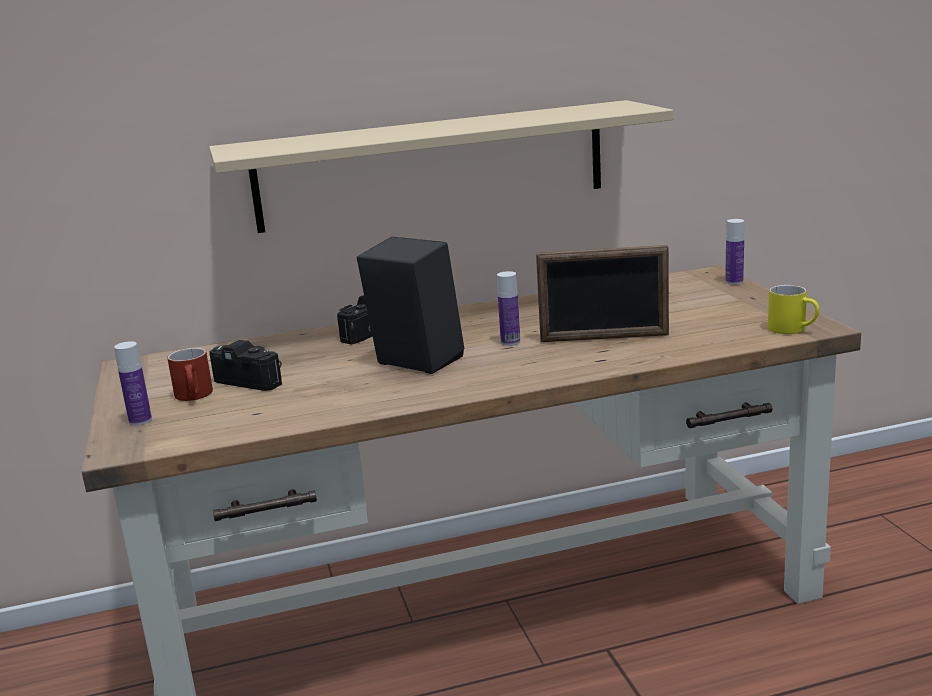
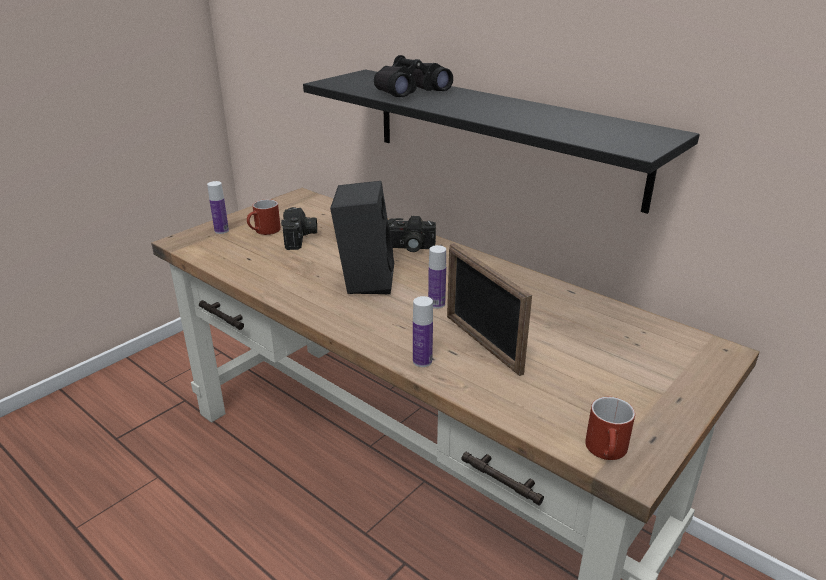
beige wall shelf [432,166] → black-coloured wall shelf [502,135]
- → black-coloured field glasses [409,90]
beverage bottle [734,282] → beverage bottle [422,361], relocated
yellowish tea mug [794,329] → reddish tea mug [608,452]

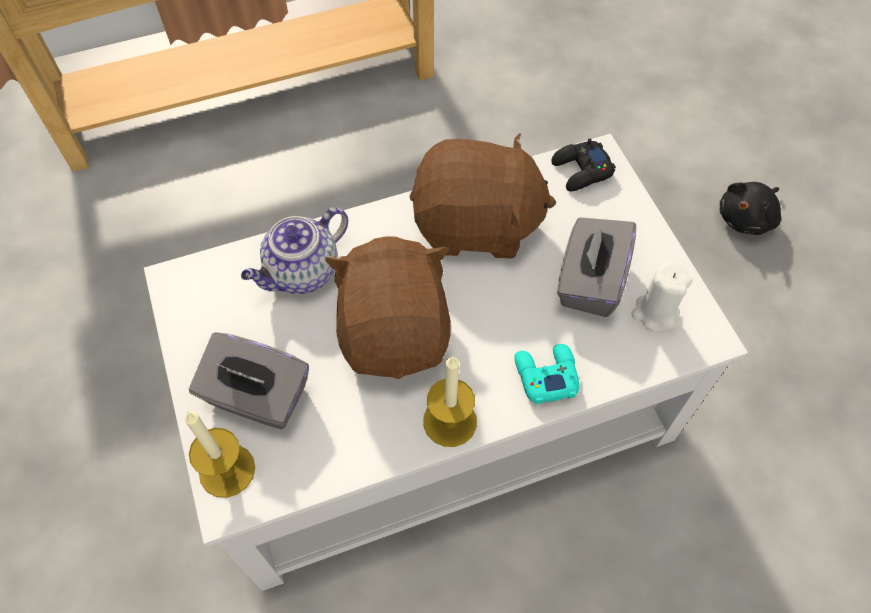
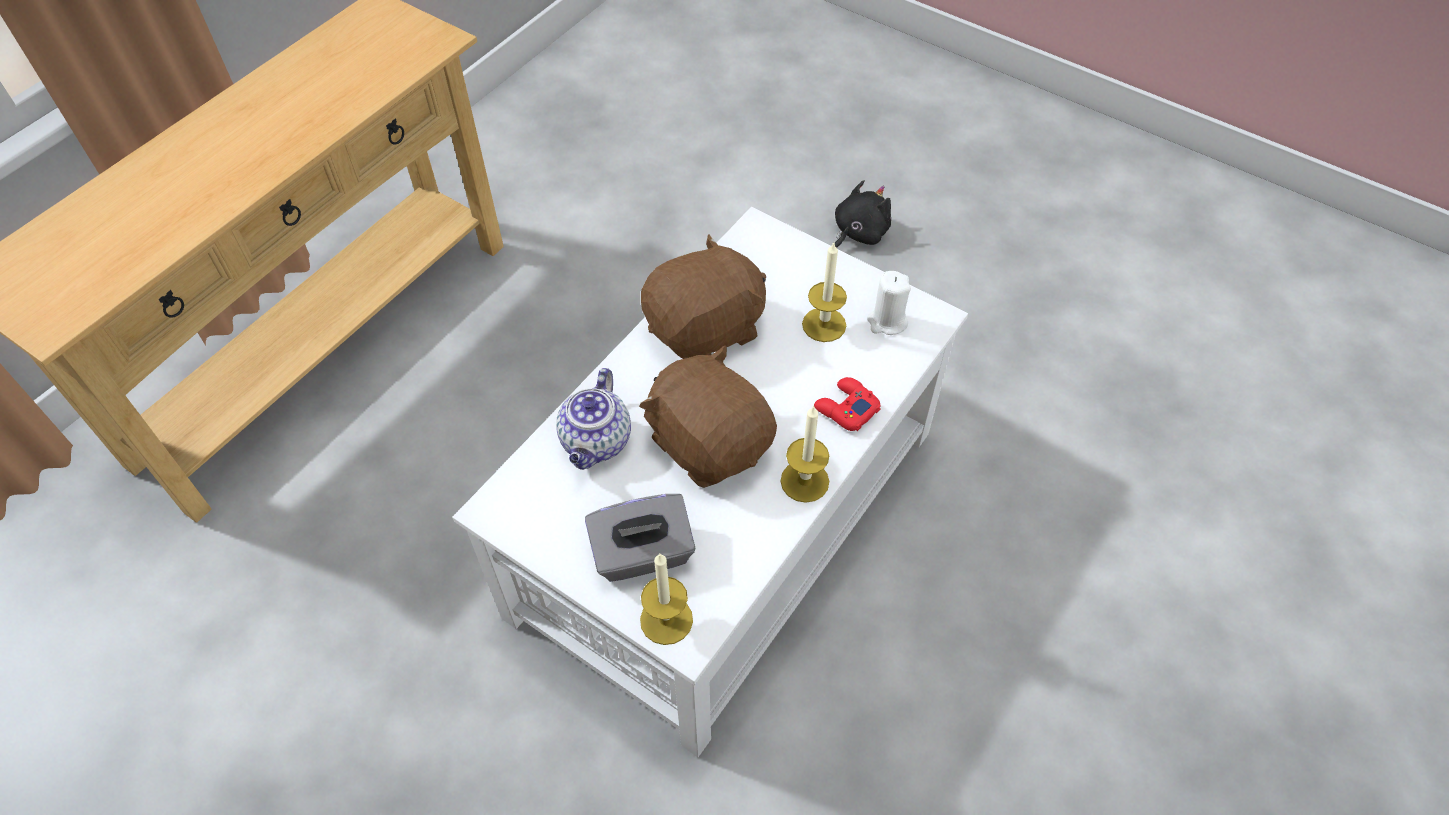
grey tissue box [589,281] → candle [824,324]
turquoise-coloured gamepad [545,375] → reddish gamepad [846,408]
black-coloured plush toy [746,218] → black-coloured plush toy [858,233], 150 degrees counterclockwise
black-coloured gamepad [581,171] → -

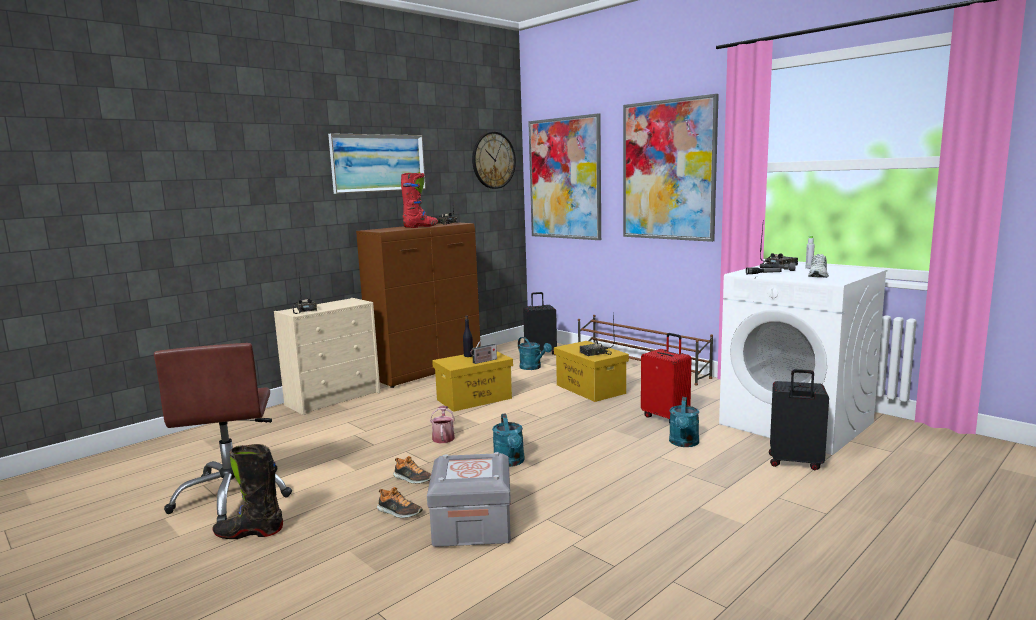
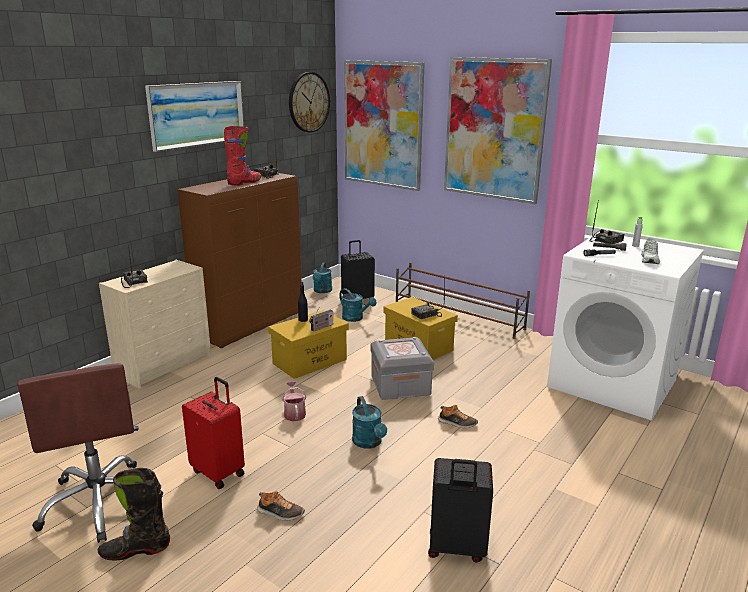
reddish suitcase [666,417] → reddish suitcase [219,472], relocated
turquoise-coloured watering pot [684,443] → turquoise-coloured watering pot [322,291], relocated
grey storage box [472,525] → grey storage box [400,385], relocated
black-coloured suitcase [795,463] → black-coloured suitcase [456,549], relocated
low shoe [412,479] → low shoe [457,423], relocated

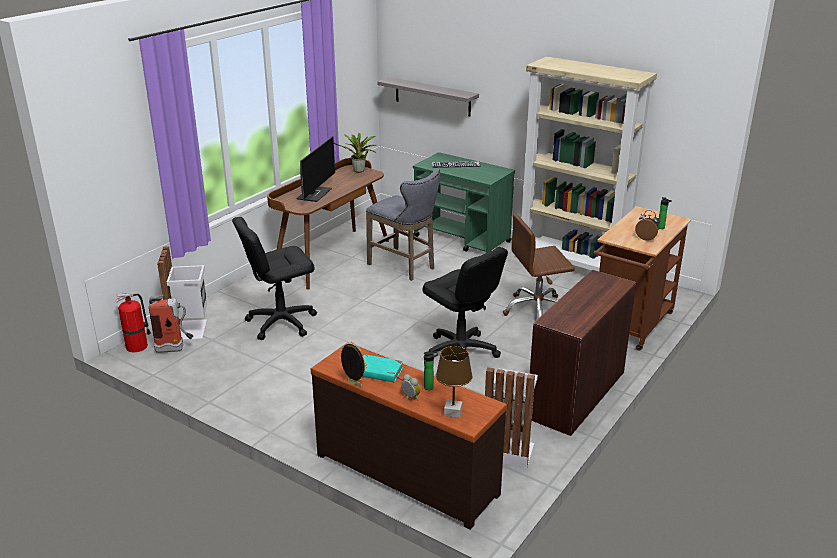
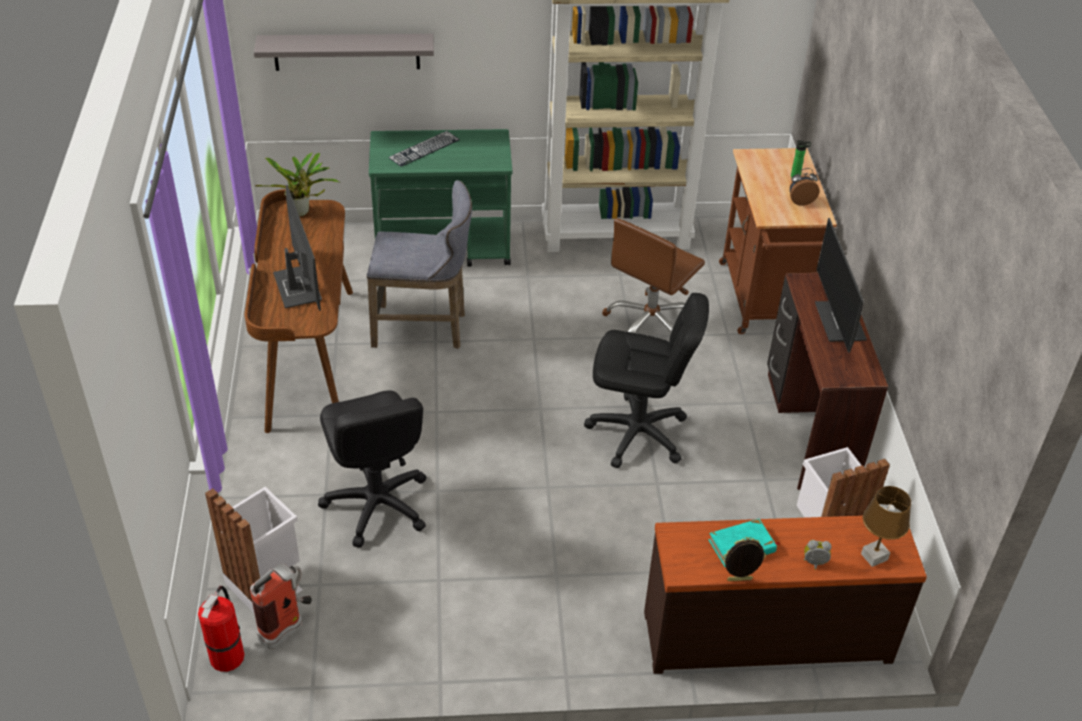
black-coloured desk chair [281,322] → black-coloured desk chair [376,505], 45 degrees counterclockwise
- → monitor [840,323]
beverage bottle [430,387] → -

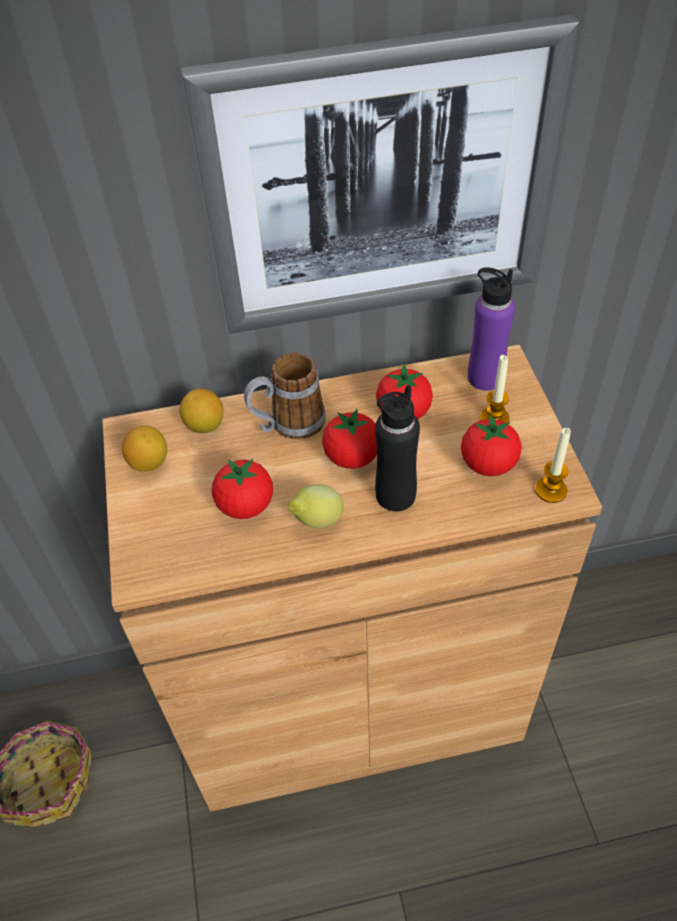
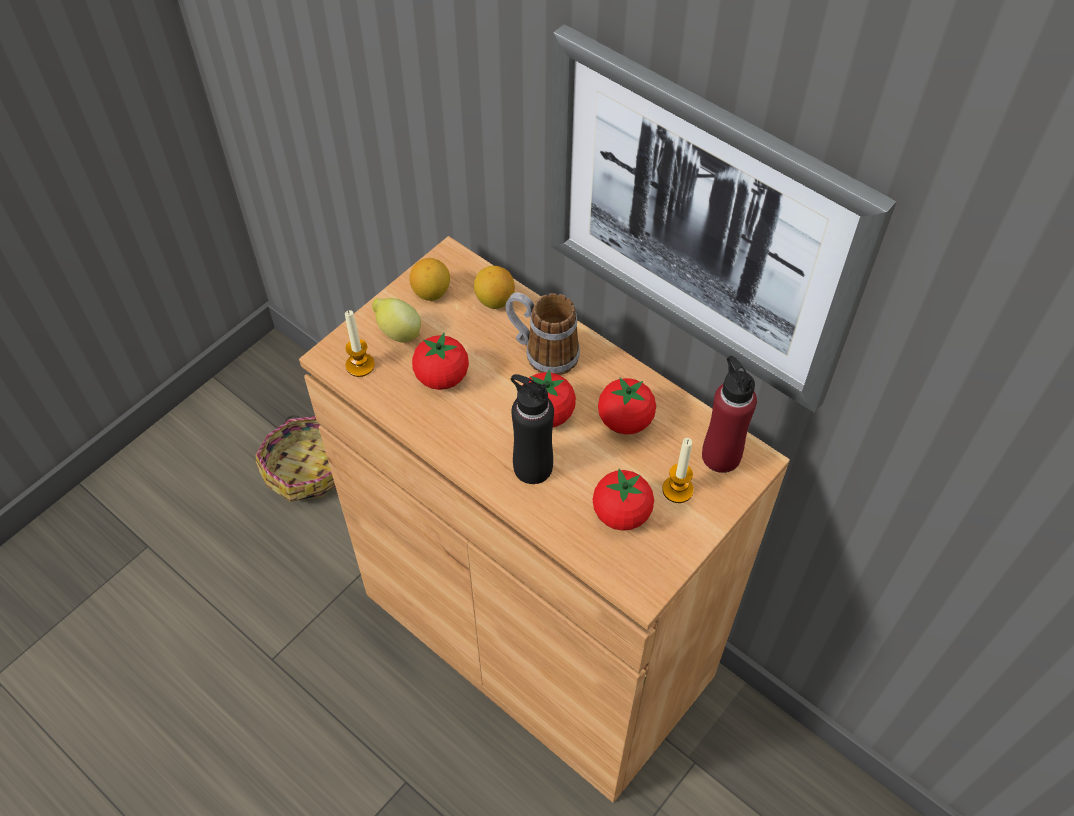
candle [551,490] → candle [360,365], relocated
whole lemon [316,521] → whole lemon [398,333], relocated
purple beverage bottle [485,377] → reddish beverage bottle [721,456]

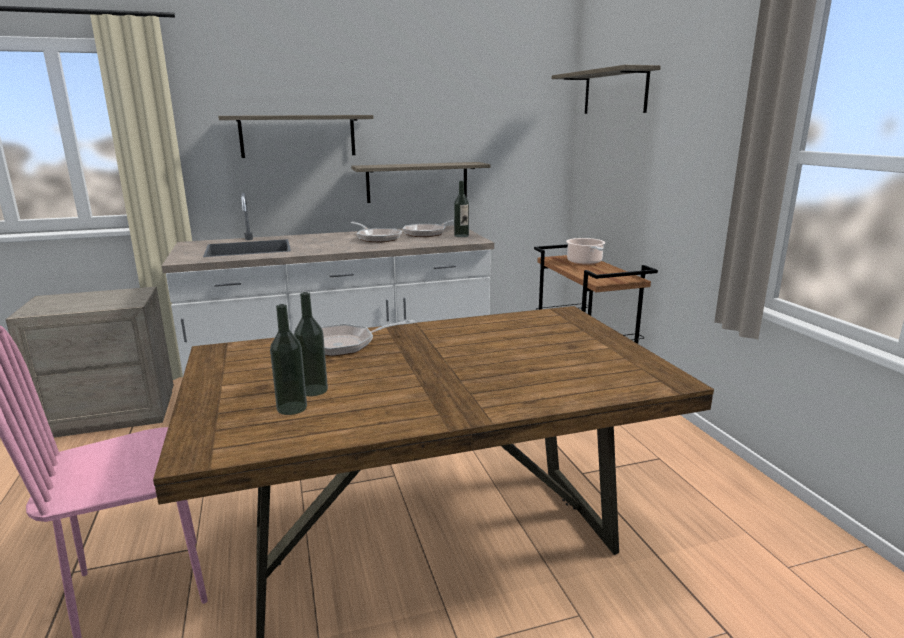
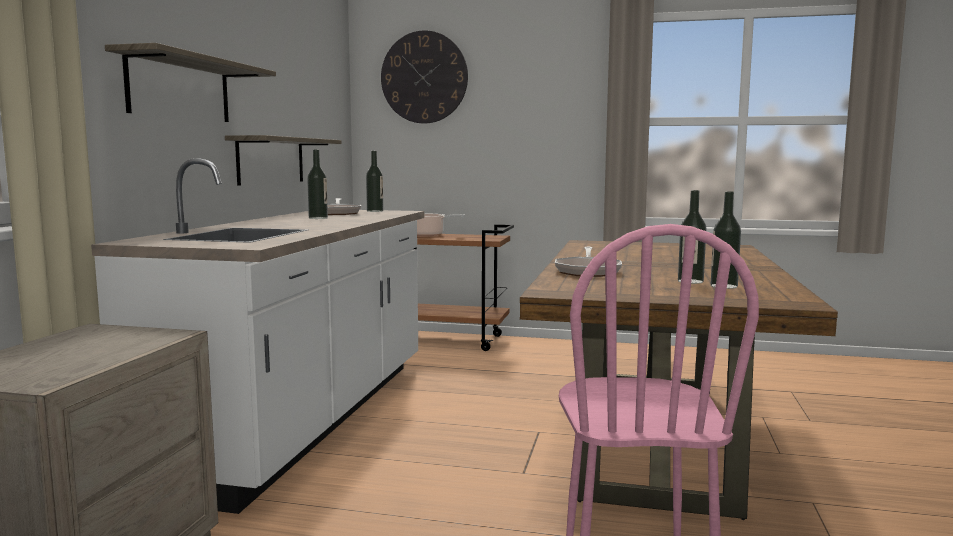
skillet [377,238] → beverage bottle [318,218]
wall shelf [615,92] → hanging clock [424,77]

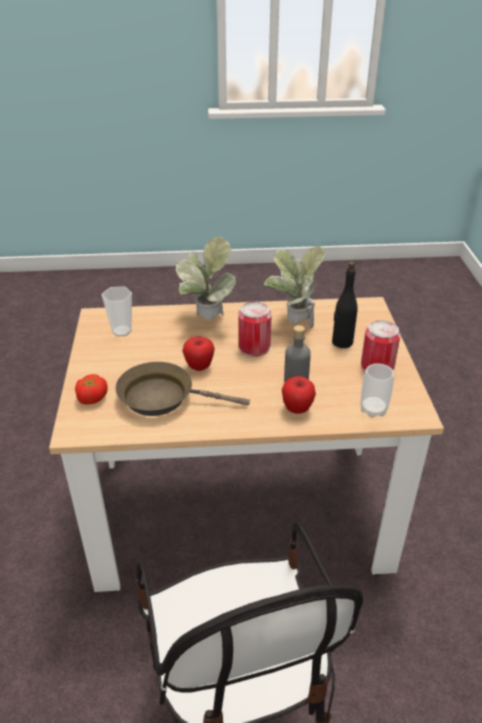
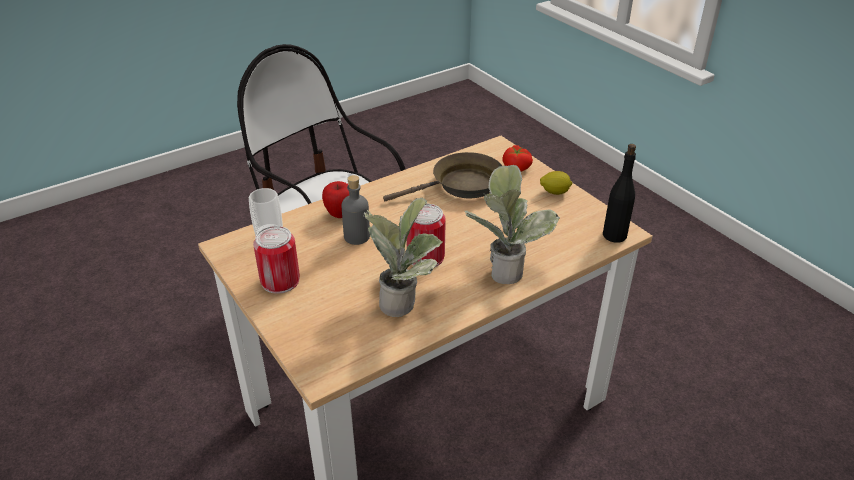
- → whole lemon [554,192]
black-coloured beverage bottle [342,342] → black-coloured beverage bottle [615,235], relocated
small cup [121,331] → -
apple fruit [199,367] → -

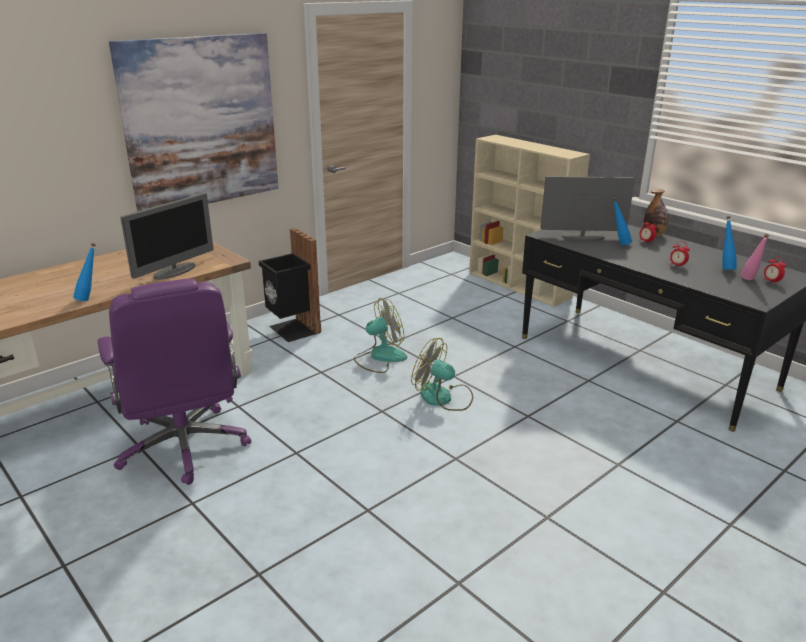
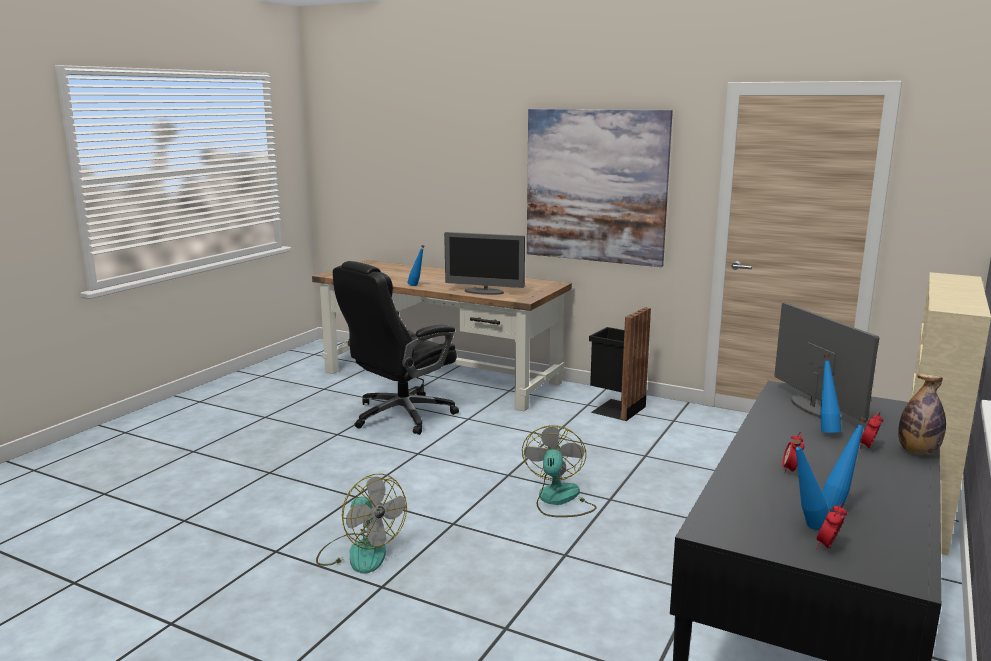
electric fan [380,357] → electric fan [360,552], relocated
purple desk chair [184,447] → black-coloured desk chair [400,415]
pinkish beverage bottle [750,281] → blue-coloured beverage bottle [805,527]

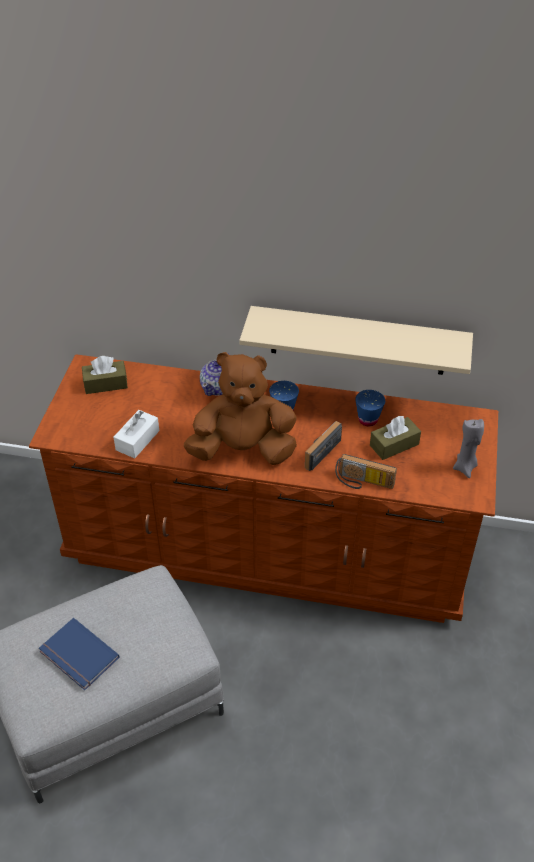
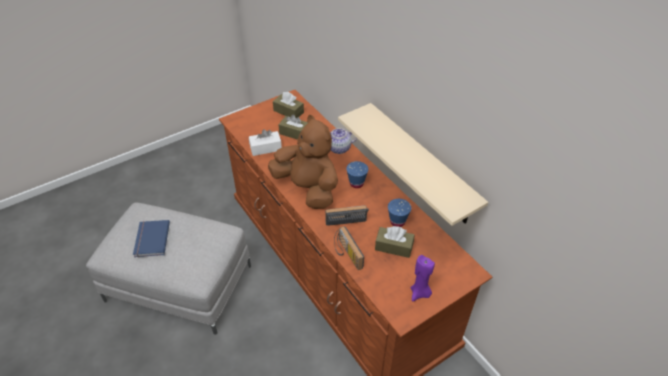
- → brown tissue box [295,133]
grey candle [465,467] → purple candle [420,293]

